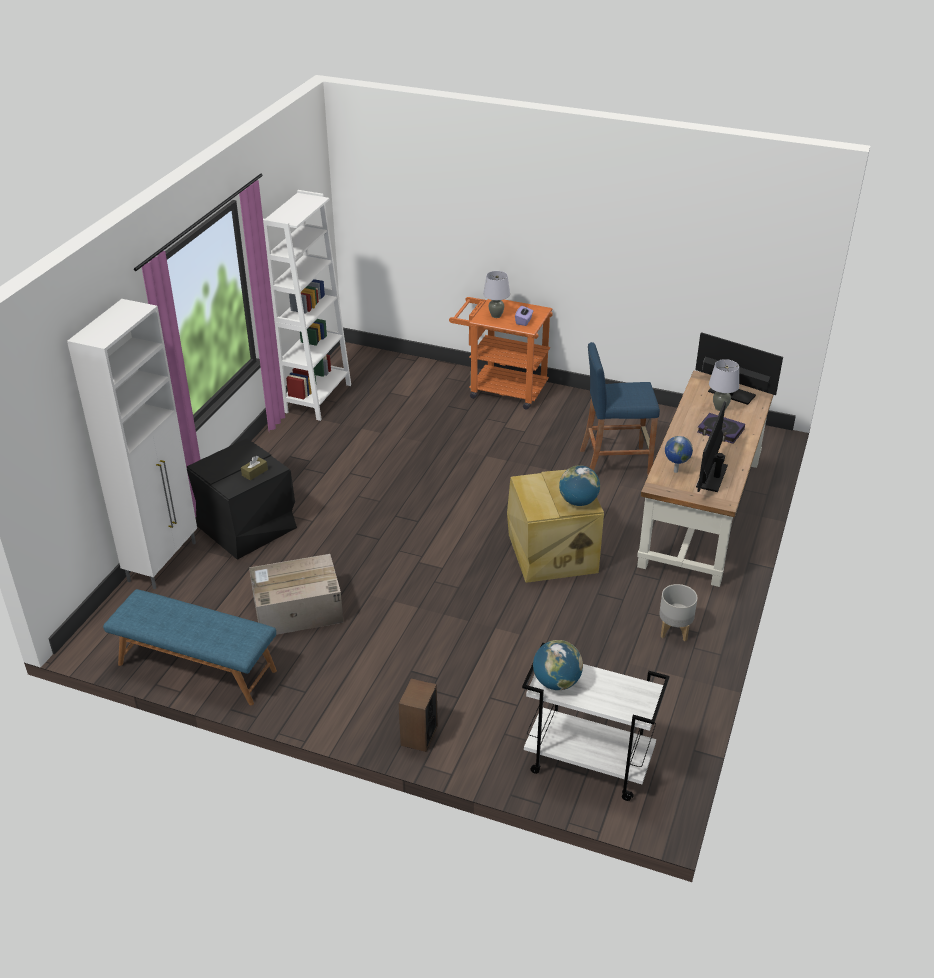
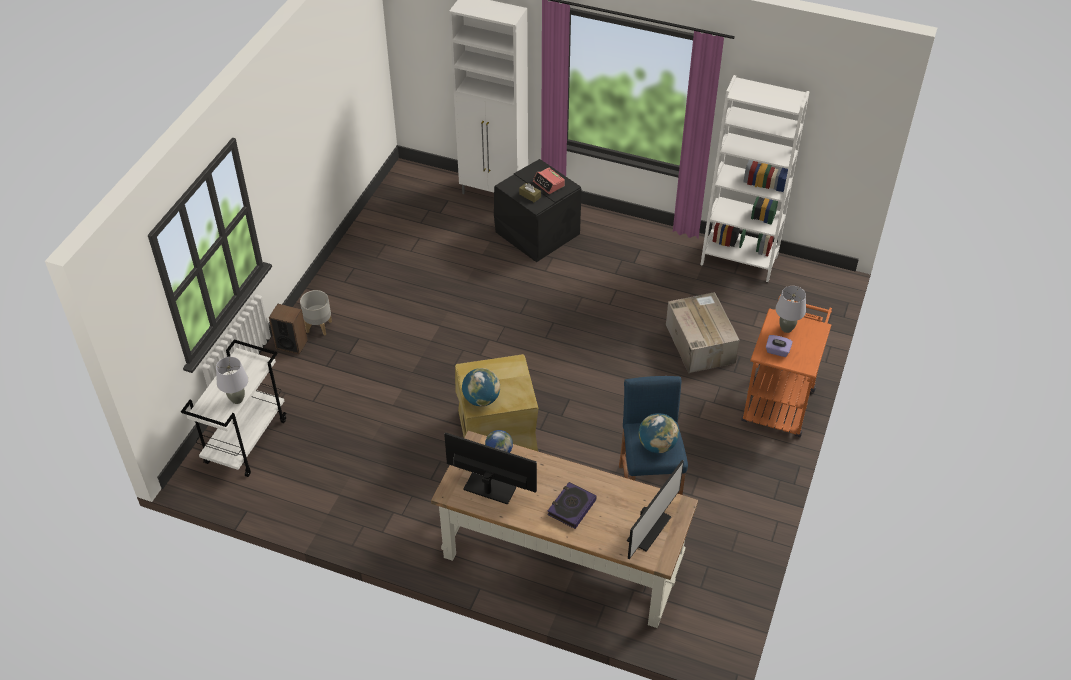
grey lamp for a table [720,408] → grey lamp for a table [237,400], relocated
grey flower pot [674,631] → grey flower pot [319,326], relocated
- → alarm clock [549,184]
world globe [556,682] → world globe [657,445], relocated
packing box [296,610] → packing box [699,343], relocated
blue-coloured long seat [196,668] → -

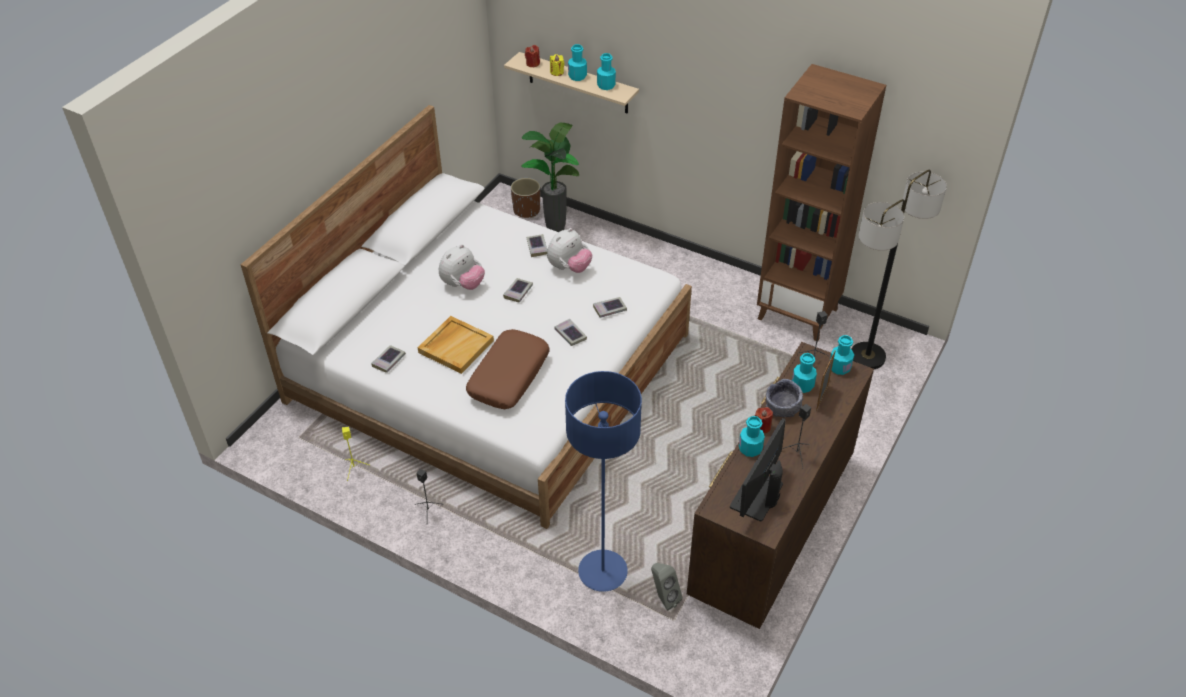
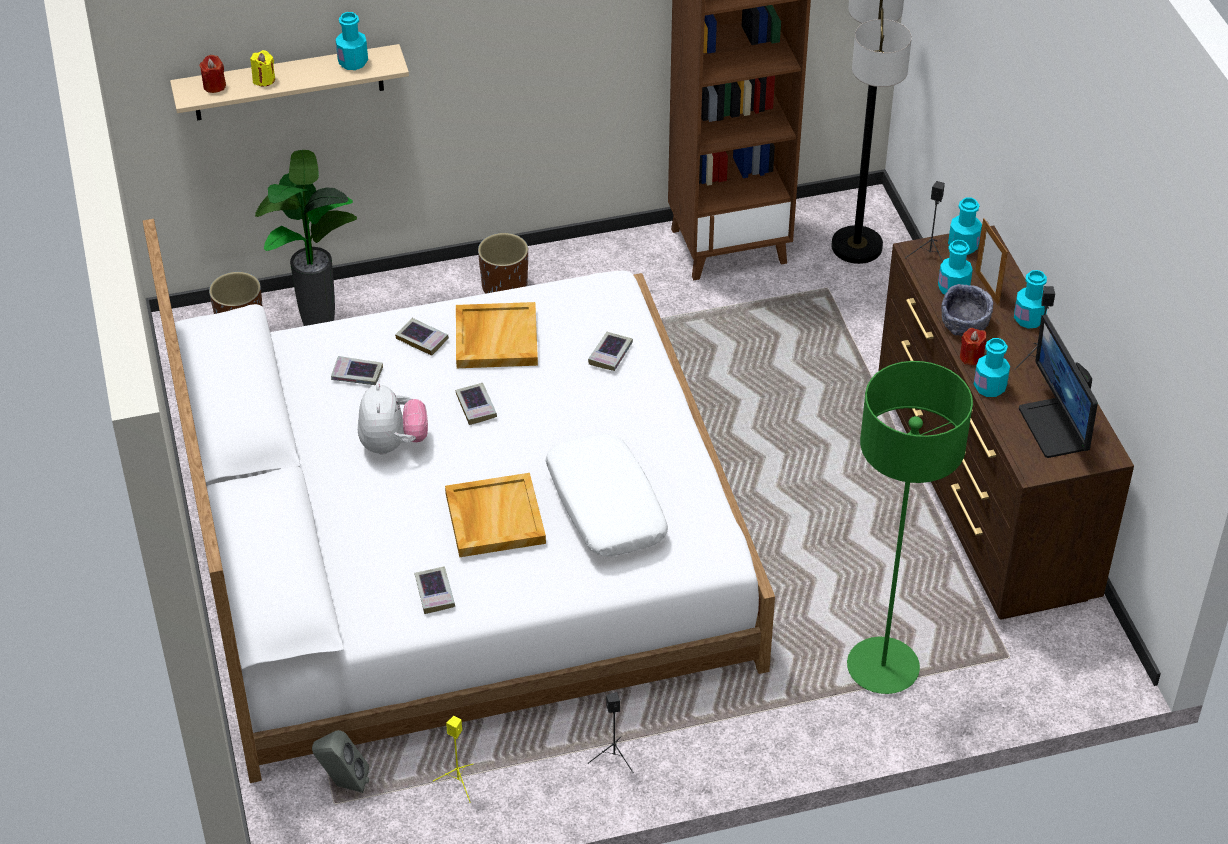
grey loudspeaker [663,598] → grey loudspeaker [343,784], relocated
book [570,334] → book [357,374], relocated
plush toy [569,268] → beige tray [495,338]
- → brown flower pot [504,287]
brown throw pillow [508,376] → whitish throw pillow [604,506]
blue-coloured standard lamp [602,572] → green standard lamp [882,668]
turquoise-coloured beverage bottle [577,76] → turquoise-coloured beverage bottle [1029,319], relocated

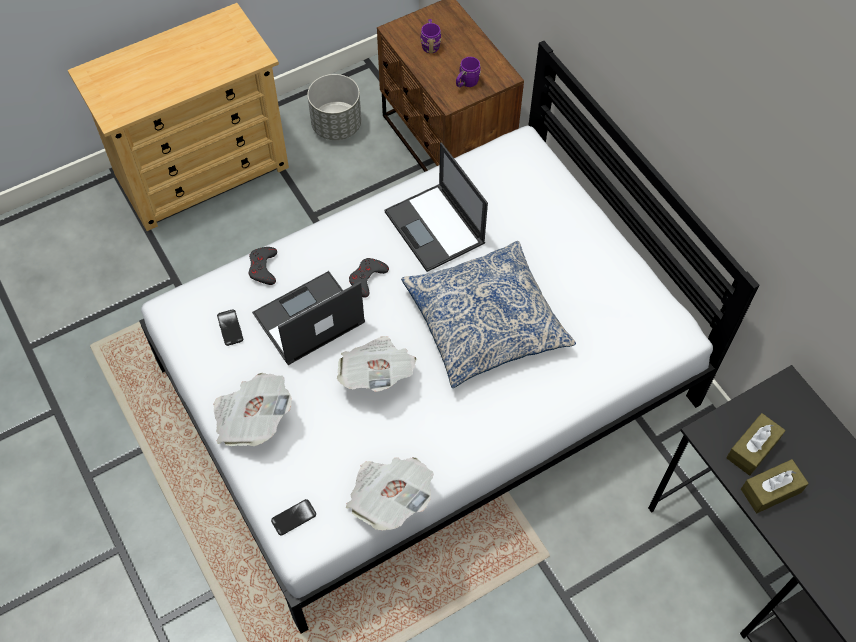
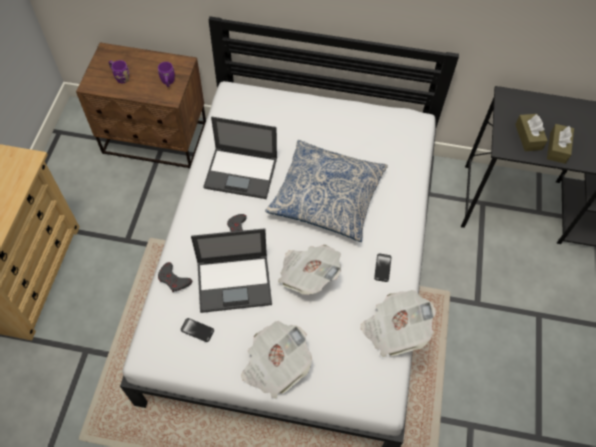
laptop [307,319] → laptop [235,282], 105 degrees counterclockwise
phone [293,517] → phone [382,268], relocated
grey flower pot [337,126] → -

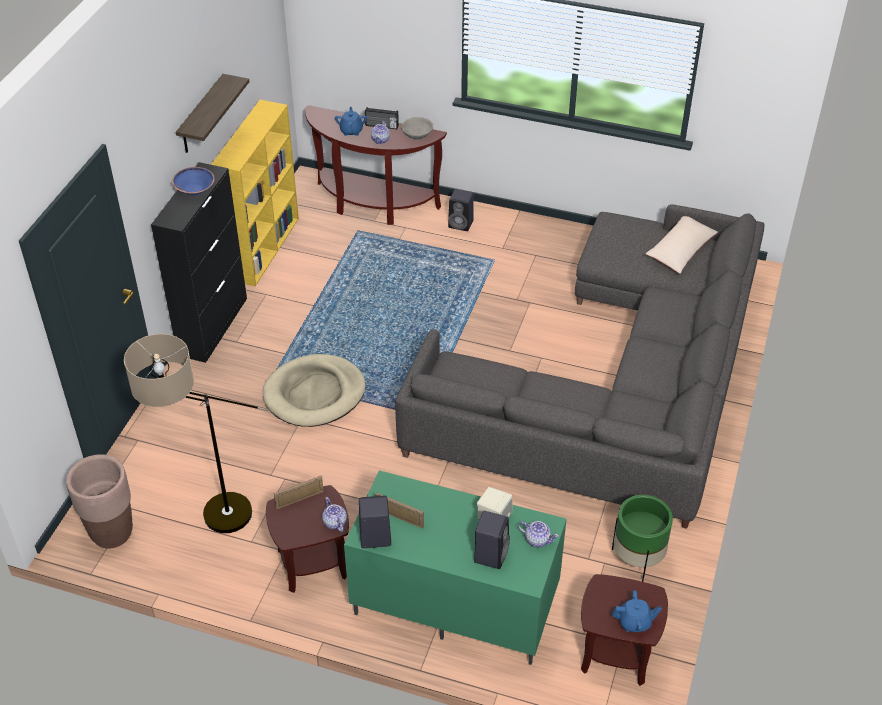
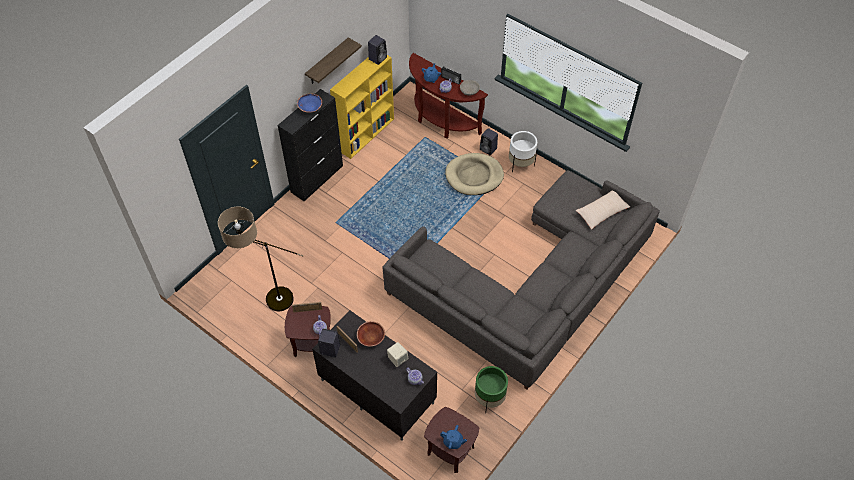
green media console [453,604] → black-coloured media console [376,391]
- → brown deep dish [371,337]
black-coloured loudspeaker [491,553] → black-coloured loudspeaker [378,58], relocated
beige pet bed [314,394] → beige pet bed [474,176], relocated
- → whitish flower pot [520,164]
brown flower pot [111,533] → -

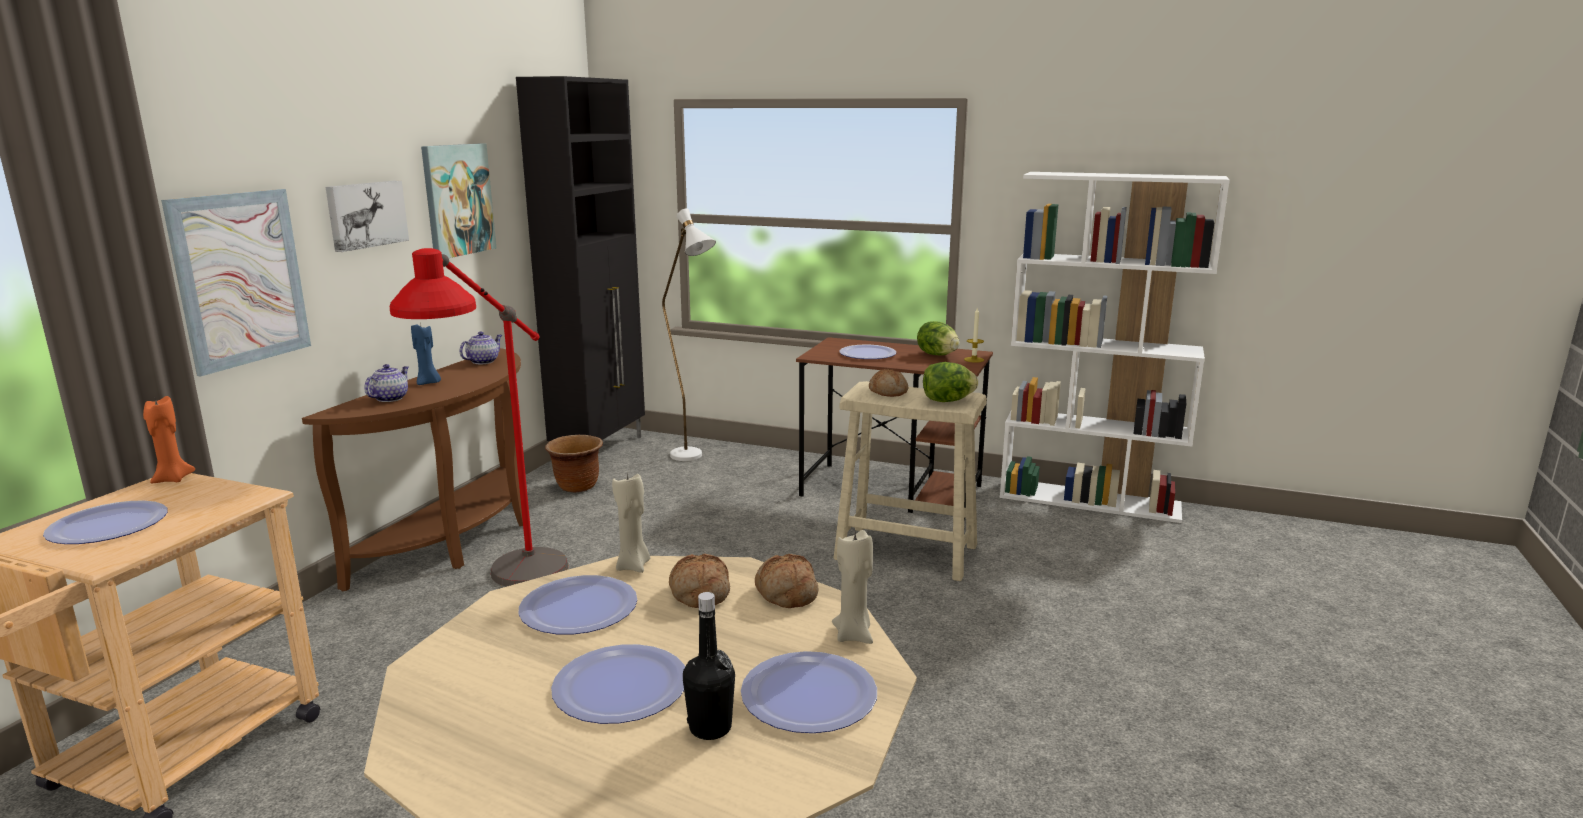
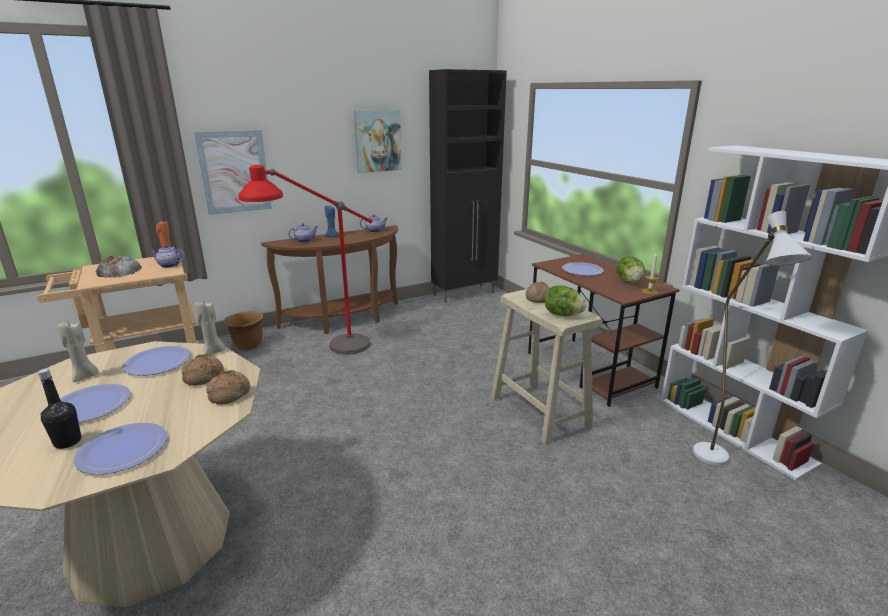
beige candle [854,635] → beige candle [85,376], relocated
plate [108,525] → bakery bread [118,270]
- → pot for tea [169,265]
brown flower pot [577,486] → brown flower pot [248,345], relocated
whitish standard lamp [693,458] → whitish standard lamp [717,463], relocated
wall picture [365,214] → -

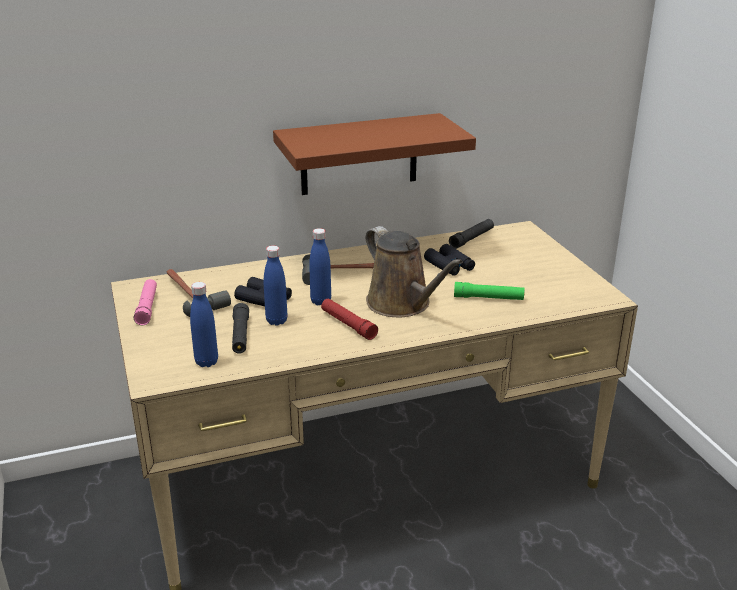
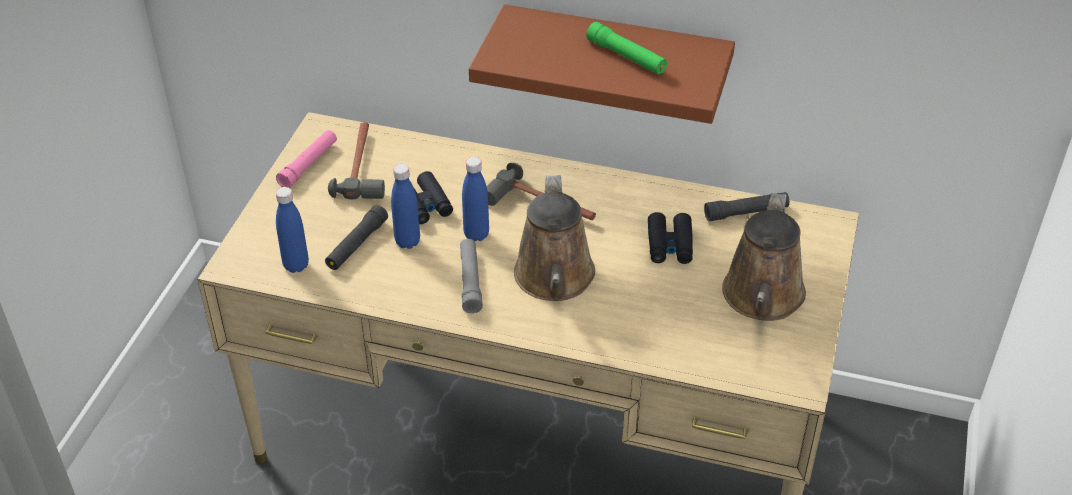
reddish flashlight [348,325] → grey flashlight [470,281]
green flashlight [488,298] → green flashlight [626,57], relocated
- → brown watering pot [762,298]

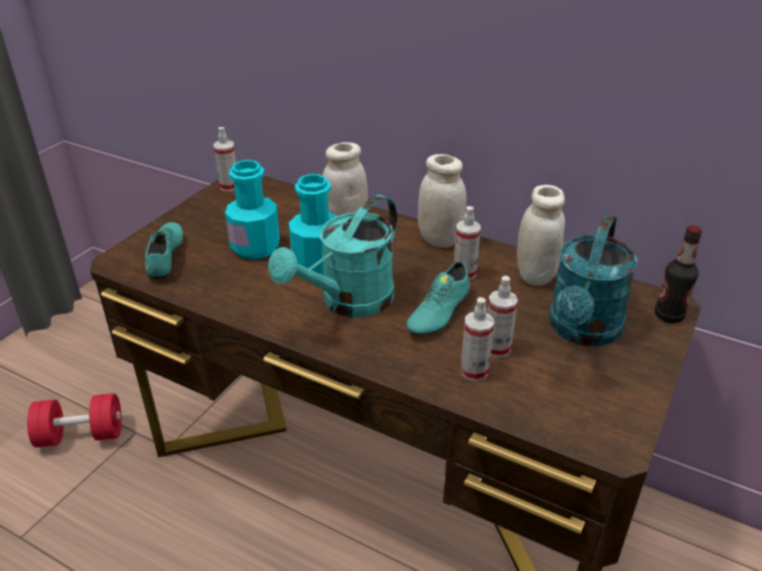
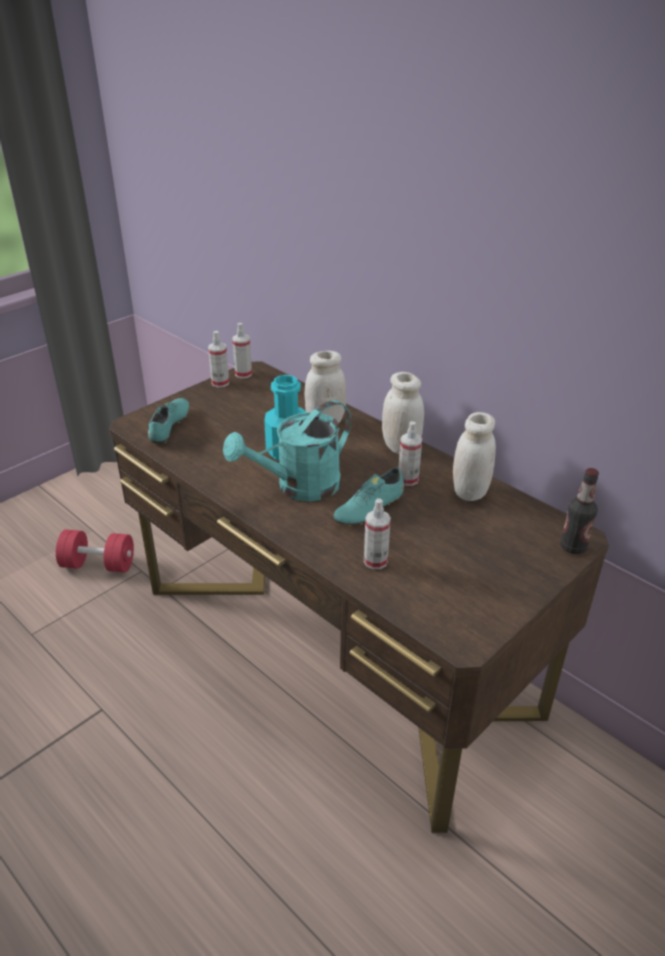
sprayer [497,348] → sprayer [220,383], relocated
turquoise-coloured beverage bottle [255,247] → -
turquoise-coloured watering pot [582,331] → -

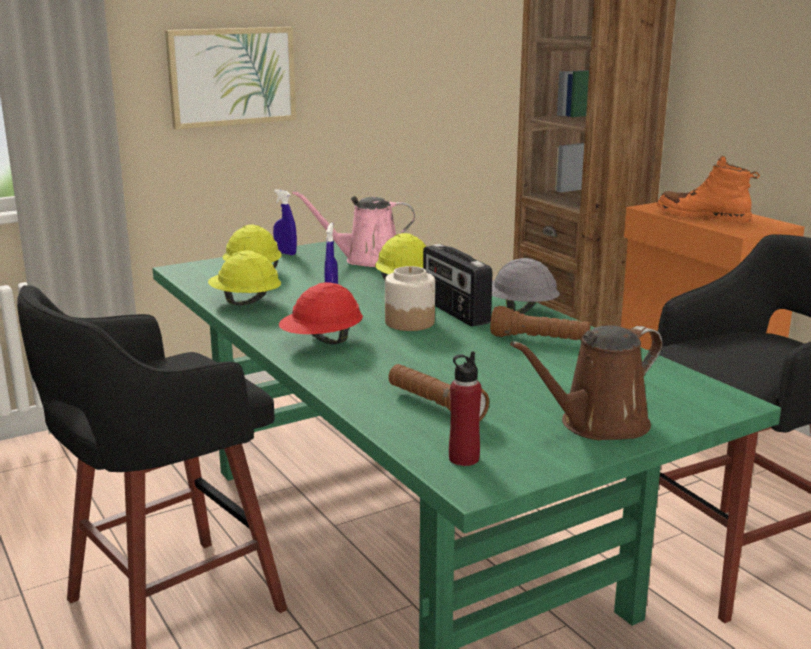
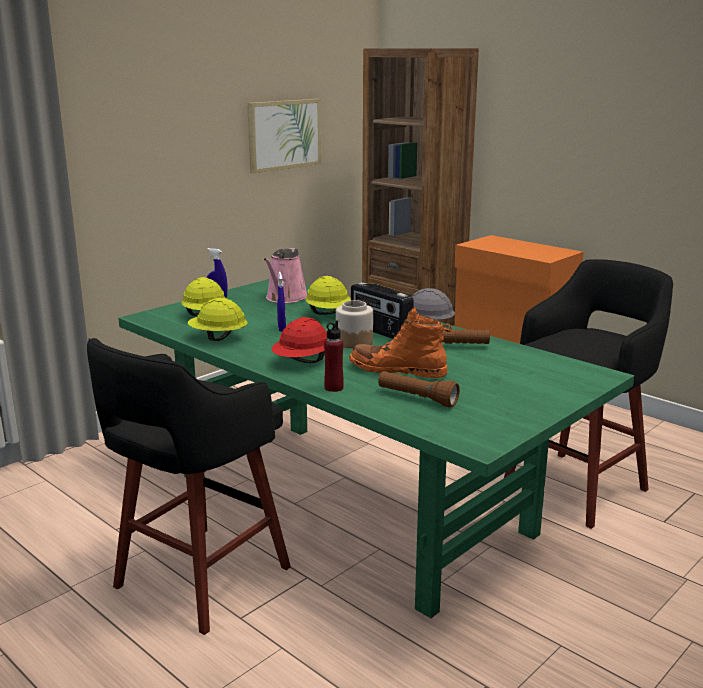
wall picture [232,76] → wall picture [284,134], relocated
pinkish watering pot [367,260] → pinkish watering pot [285,298], 60 degrees counterclockwise
reddish beverage bottle [463,458] → reddish beverage bottle [333,388], relocated
orange tall boot [703,217] → orange tall boot [398,370], relocated
brown watering pot [597,425] → -

